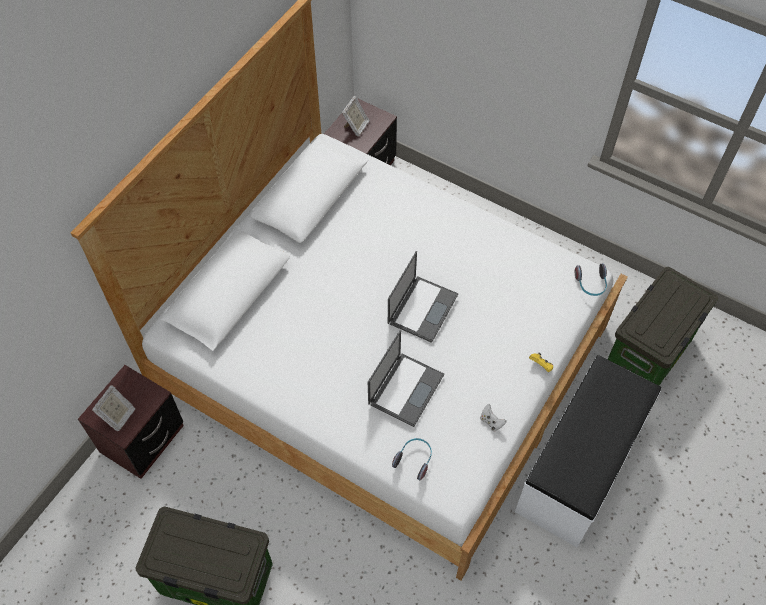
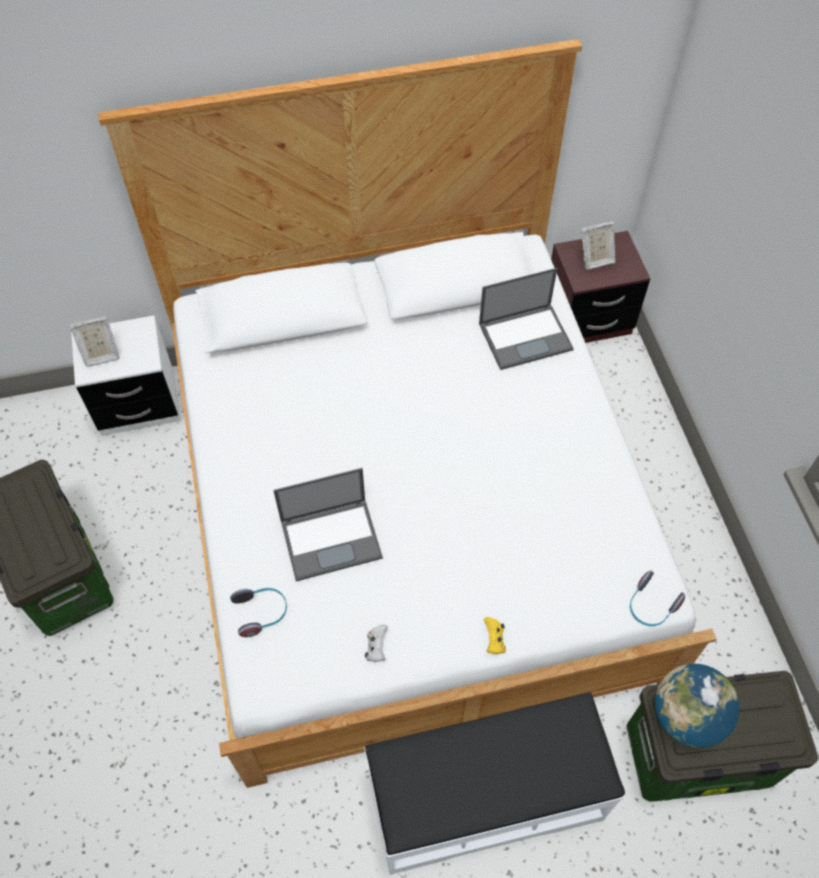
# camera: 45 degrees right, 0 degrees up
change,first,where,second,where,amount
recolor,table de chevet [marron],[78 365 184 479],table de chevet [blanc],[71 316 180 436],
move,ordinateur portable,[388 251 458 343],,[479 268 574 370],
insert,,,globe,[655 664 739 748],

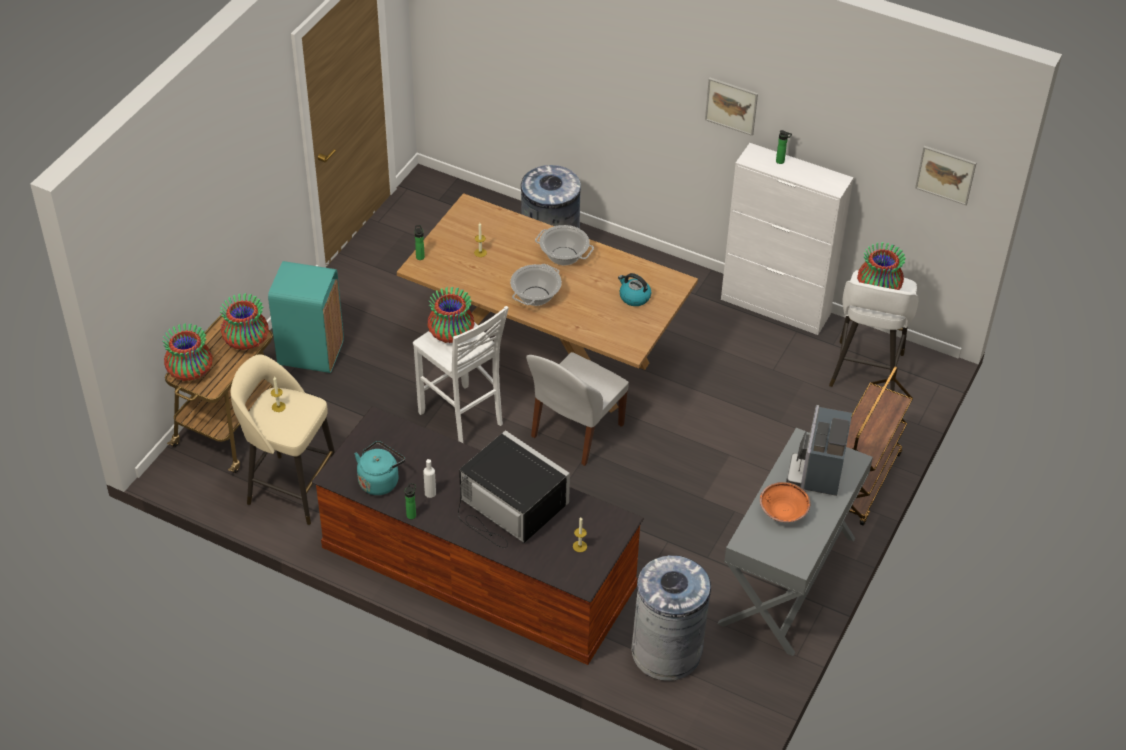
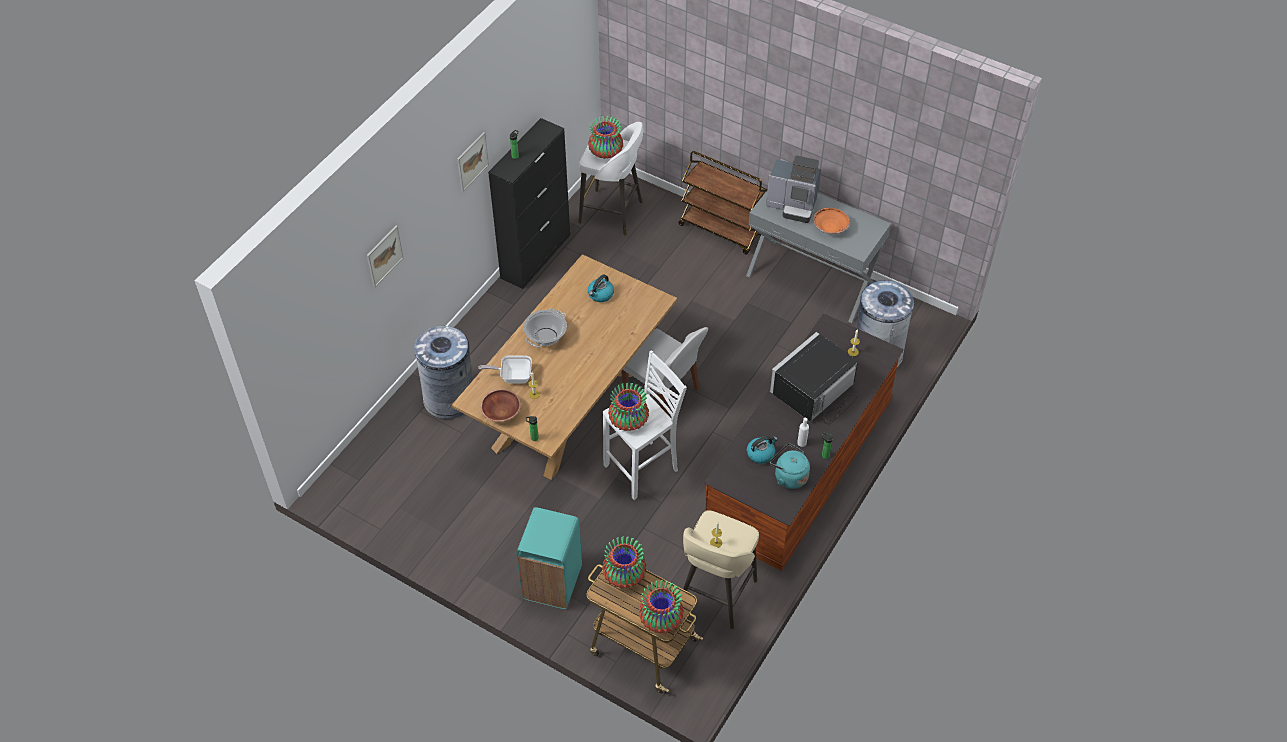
# camera: 85 degrees left, 5 degrees up
change,first,where,second,where,amount
delete,marmite,[510 264 562 306],,,
recolor,meuble de rangement [blanc],[721 143 854 335],meuble de rangement [noir],[488 118 570 289],
move,tableau,[915 146 976 205],,[367 226 403 287],
insert,,,poêle,[478 356 532 384],
insert,,,bol [marron],[481 389 521 422],
insert,,,bouilloire,[747 436 778 464],

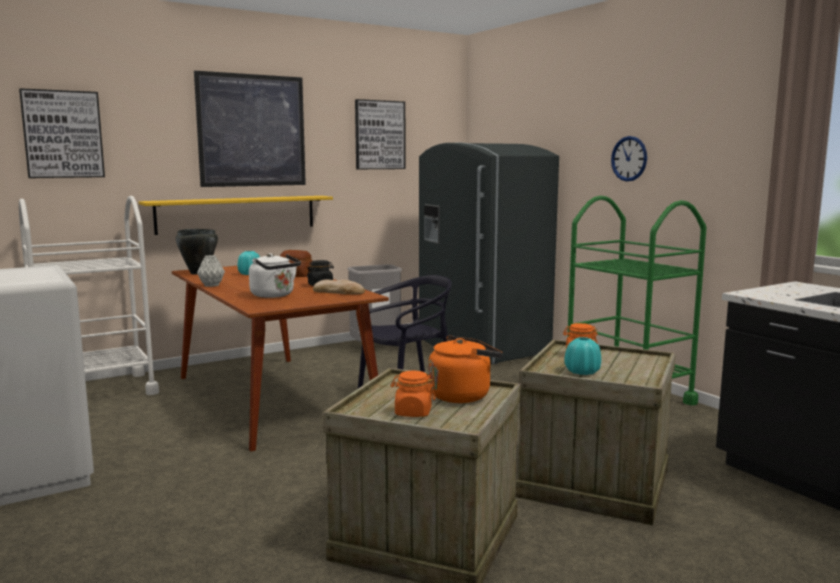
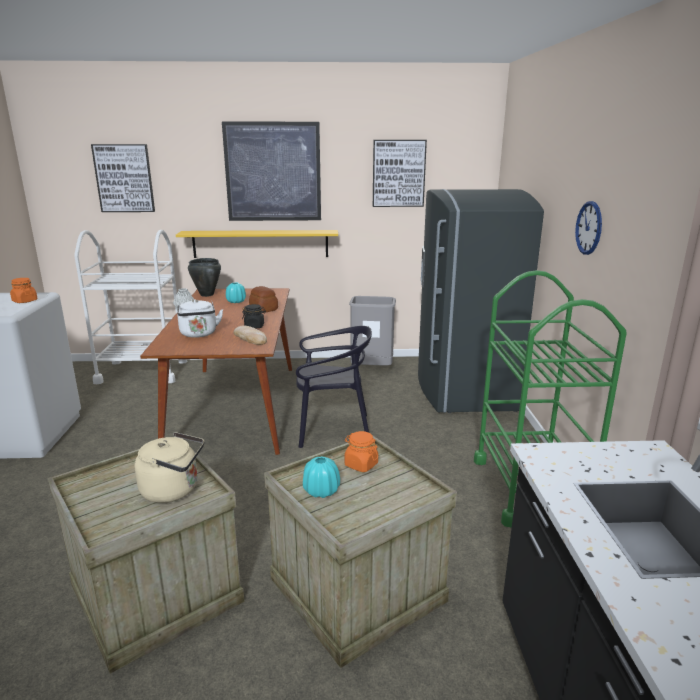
# camera: 30 degrees right, 10 degrees up
change,first,where,second,where,amount
move,bocal [orange],[390 371 436 417],,[10 278 38 303],
recolor,bouilloire [orange],[429 336 503 403],bouilloire [beige],[135 432 204 503],

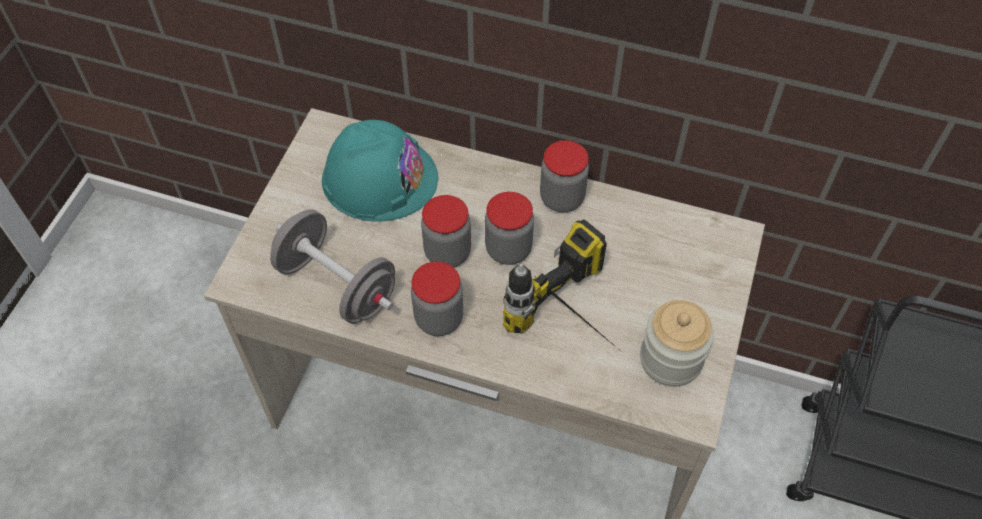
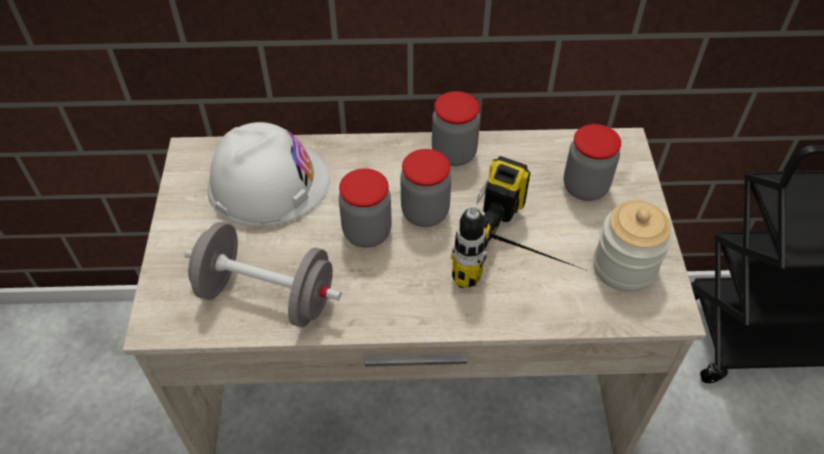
# camera: 20 degrees left, 5 degrees down
change,first,where,second,where,amount
recolor,casque de chantier [turquoise],[322 120 438 222],casque de chantier [blanc],[208 122 330 226],
move,bocal,[411 261 463 336],,[563 124 621 201],

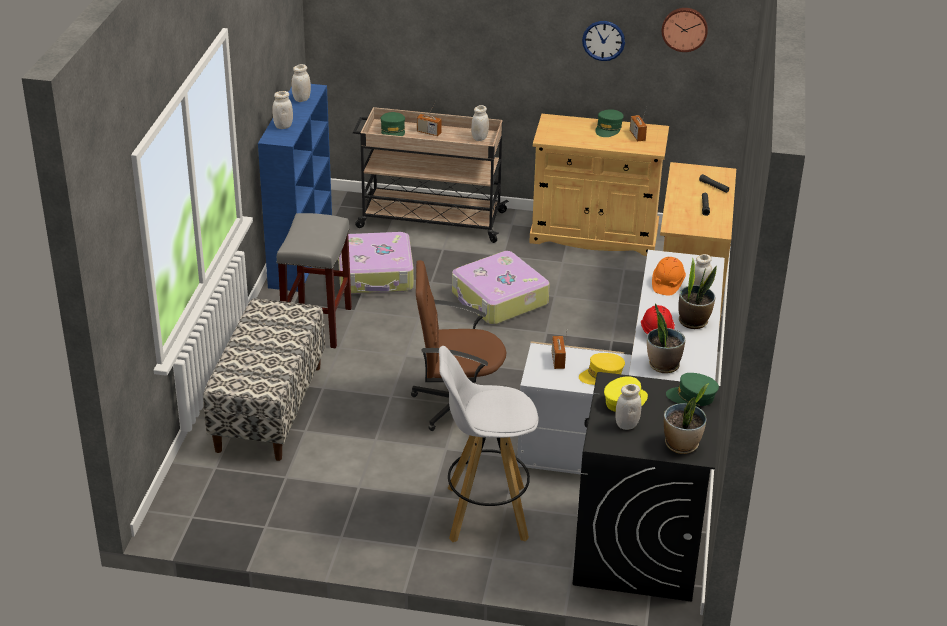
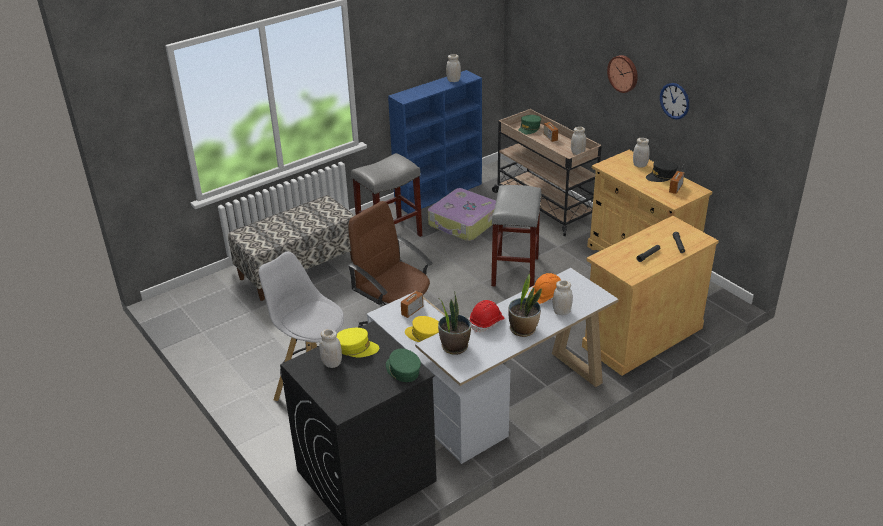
# camera: 45 degrees right, 0 degrees up
change,first,where,second,where,amount
move,bocal [blanc],[272 91 293 129],,[633 138 650 168],
replace,valise,[452 251 550 325],tabouret [gris],[491 185 542 287],
recolor,casquette [vert],[595 109 624 137],casquette [noir],[646 161 678 182],
move,horloge murale,[662 8 708 52],,[607 55 638 93],
delete,plante en pot,[664 383 709 454],,,

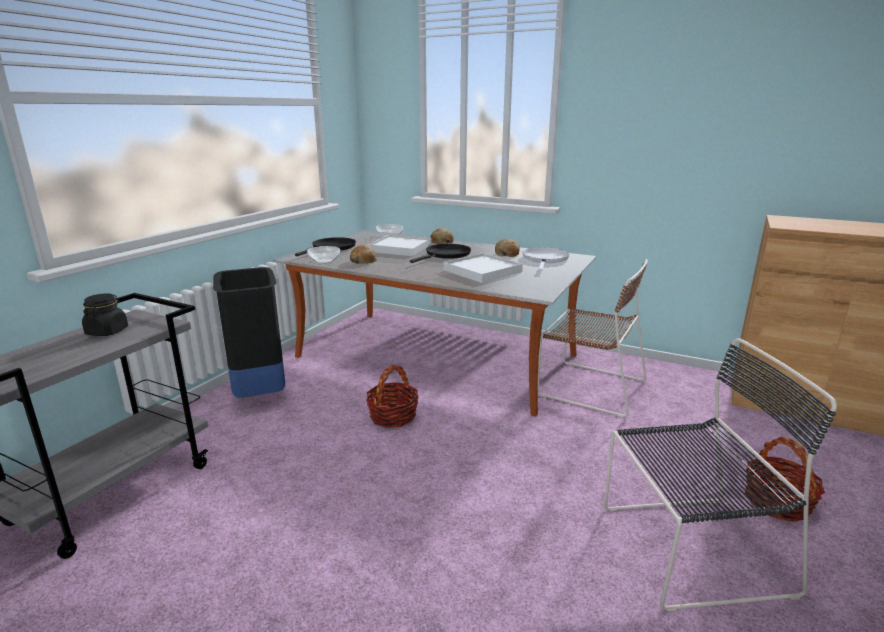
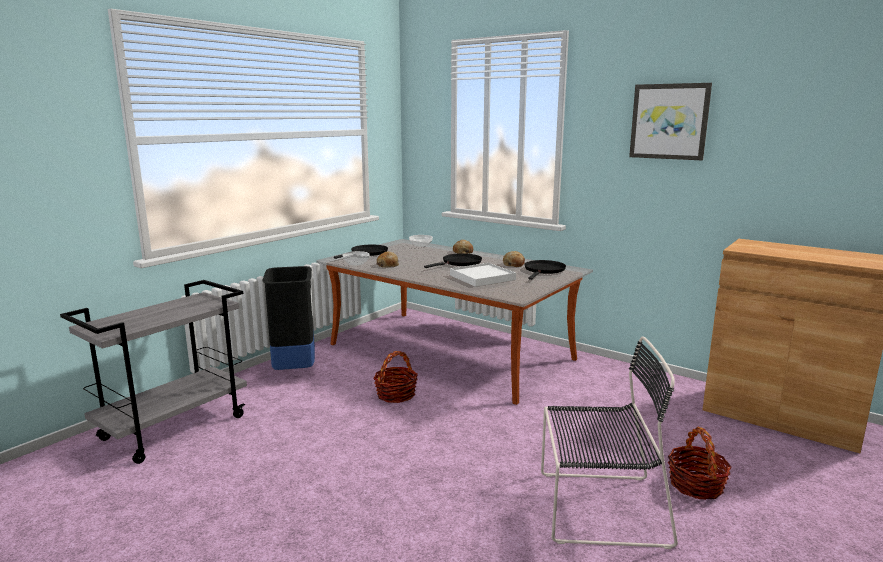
# camera: 10 degrees right, 5 degrees down
change,first,where,second,where,amount
delete,bocal [noir],[82 293 128 336],,,
delete,plateau [blanc],[368 235 432 256],,,
recolor,poêle [blanc],[522 248 570 271],poêle [noir],[524 260 566 280],
delete,chaise [marron],[538 259 648 418],,,
insert,,,tableau,[629 83 712 160],

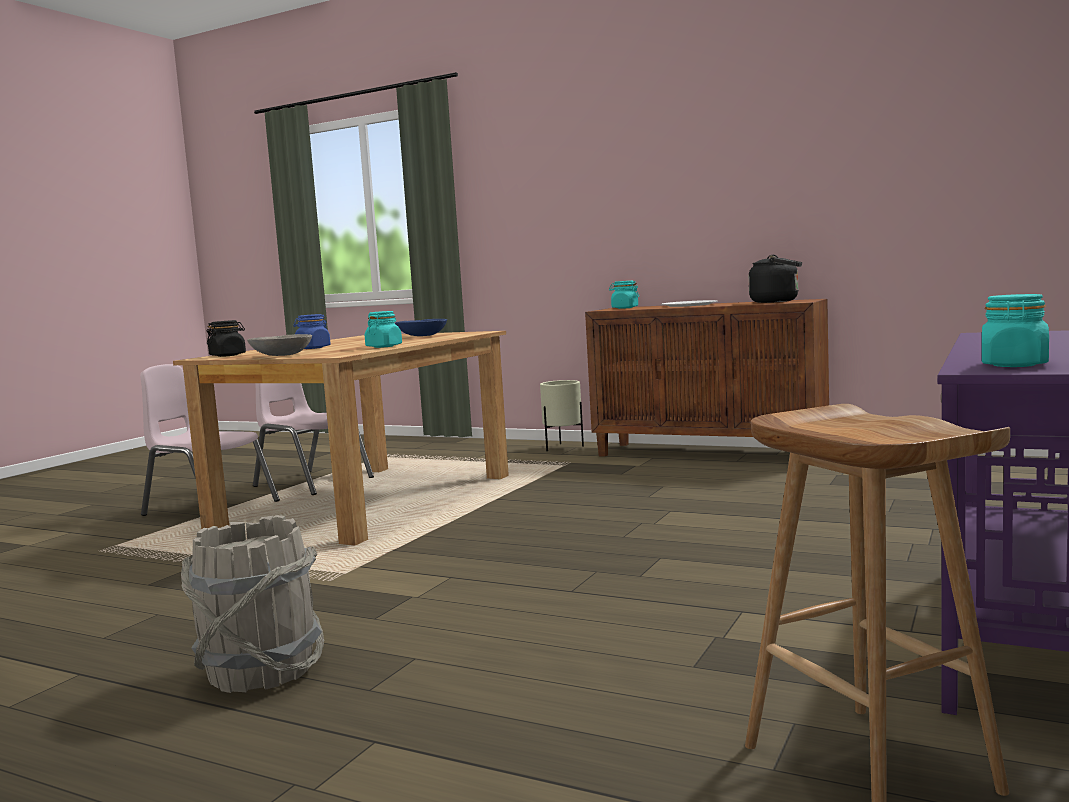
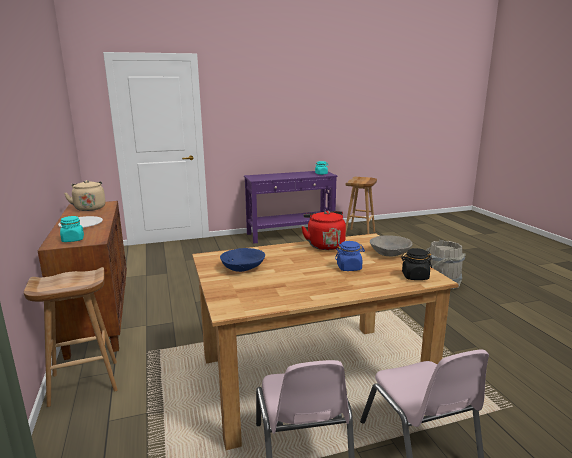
# camera: 135 degrees left, 10 degrees up
change,first,where,second,where,amount
replace,bocal [turquoise],[365 311 402 348],bouilloire [rouge],[301 211 346 250],
replace,cache-pot [beige],[540 380 584 451],tabouret [marron],[24 267 118 407],
recolor,bouilloire [noir],[749 255 802 303],bouilloire [beige],[64 180 105 211],

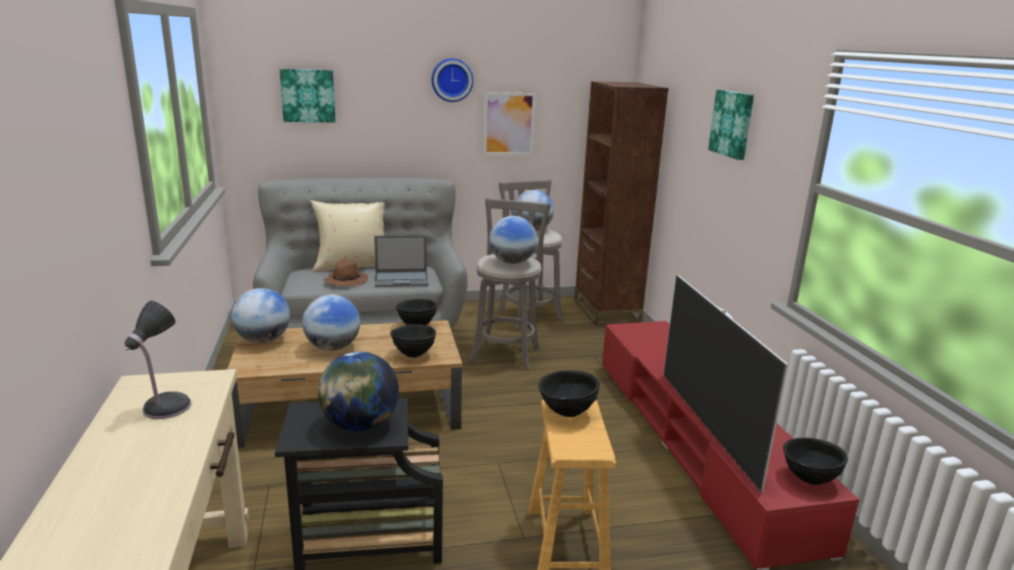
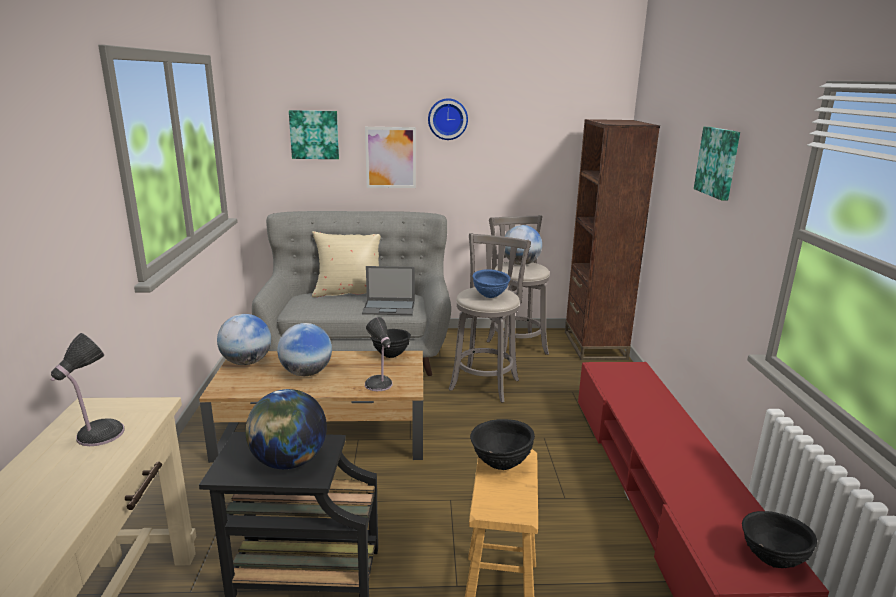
# camera: 10 degrees right, 0 degrees up
change,first,where,second,where,amount
delete,chapeau [marron],[324 259 368 286],,,
replace,bol [noir],[390 324 436 358],lampe de table,[365 317 393 391],
move,tableau,[483 92 536 155],,[365 127 416 188],
replace,globe,[489 216 537 264],bol [bleu],[472 269 510 298],
delete,téléviseur,[663 275 788 492],,,

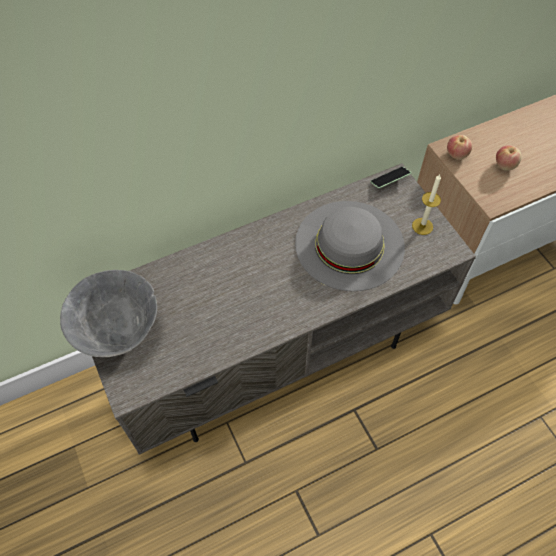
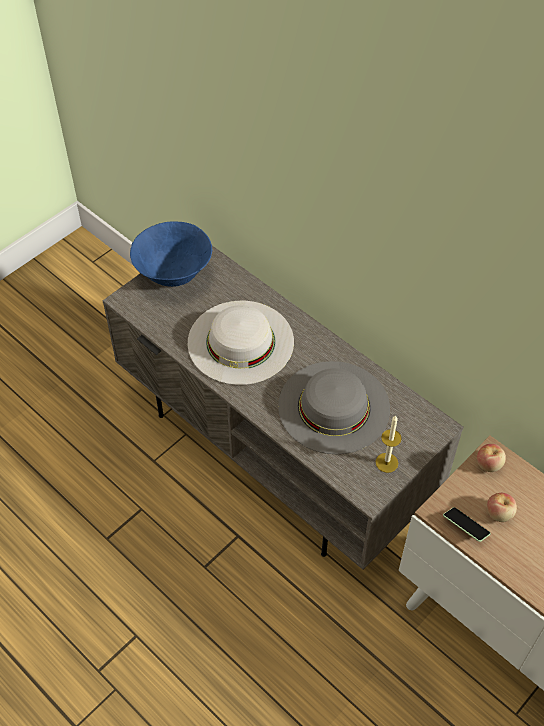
# camera: 70 degrees right, 5 degrees down
change,first,where,second,where,amount
recolor,bol [gris],[60 270 157 357],bol [bleu],[130 222 212 287],
move,téléphone,[370 167 411 188],,[443 507 491 542],
insert,,,chapeau [blanc],[188 301 294 385],

